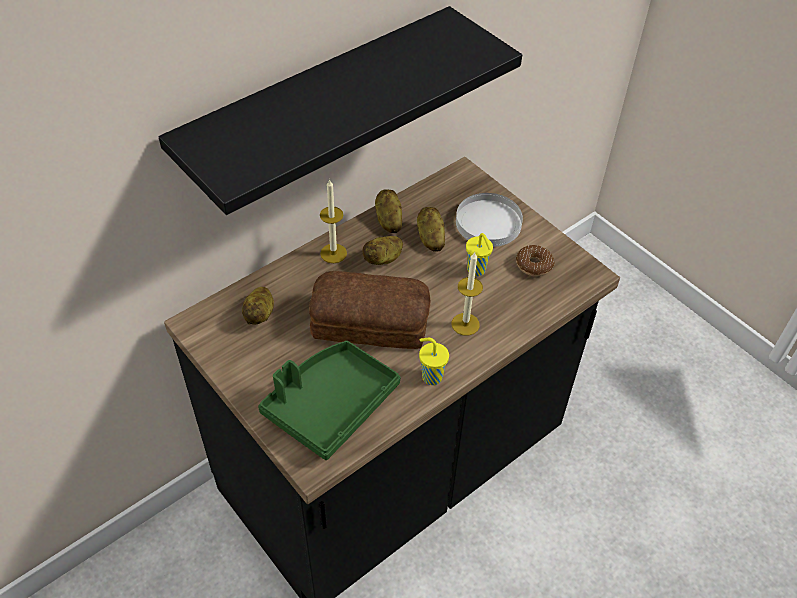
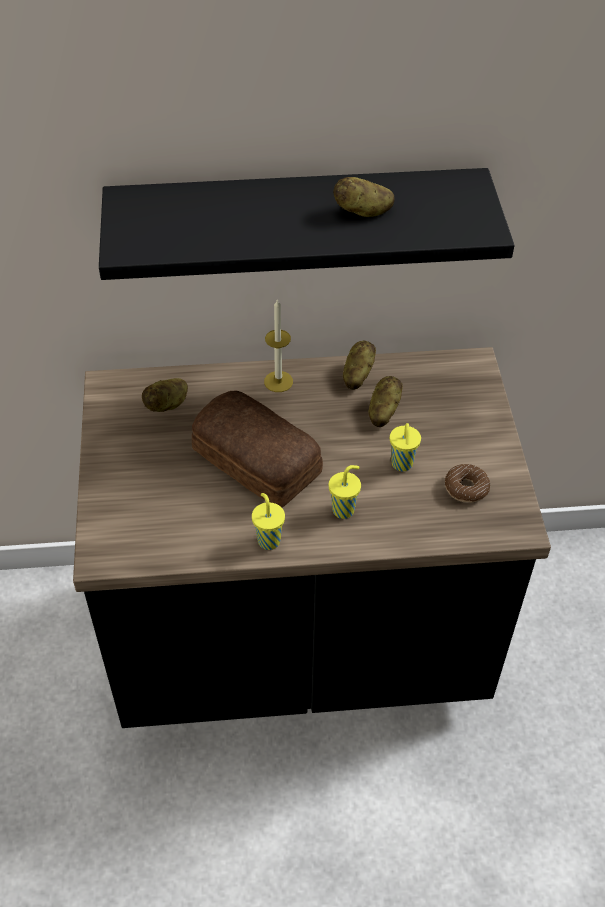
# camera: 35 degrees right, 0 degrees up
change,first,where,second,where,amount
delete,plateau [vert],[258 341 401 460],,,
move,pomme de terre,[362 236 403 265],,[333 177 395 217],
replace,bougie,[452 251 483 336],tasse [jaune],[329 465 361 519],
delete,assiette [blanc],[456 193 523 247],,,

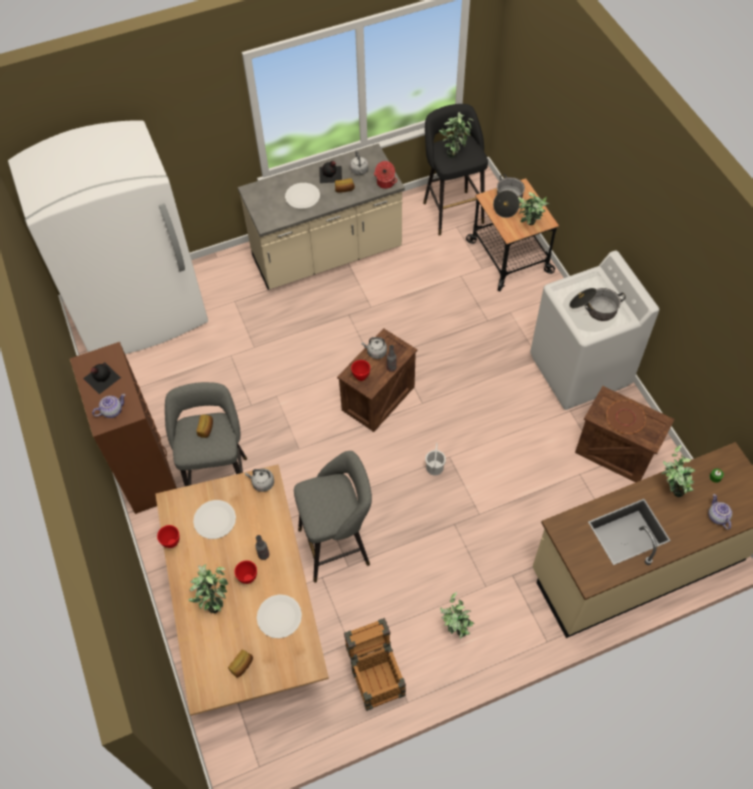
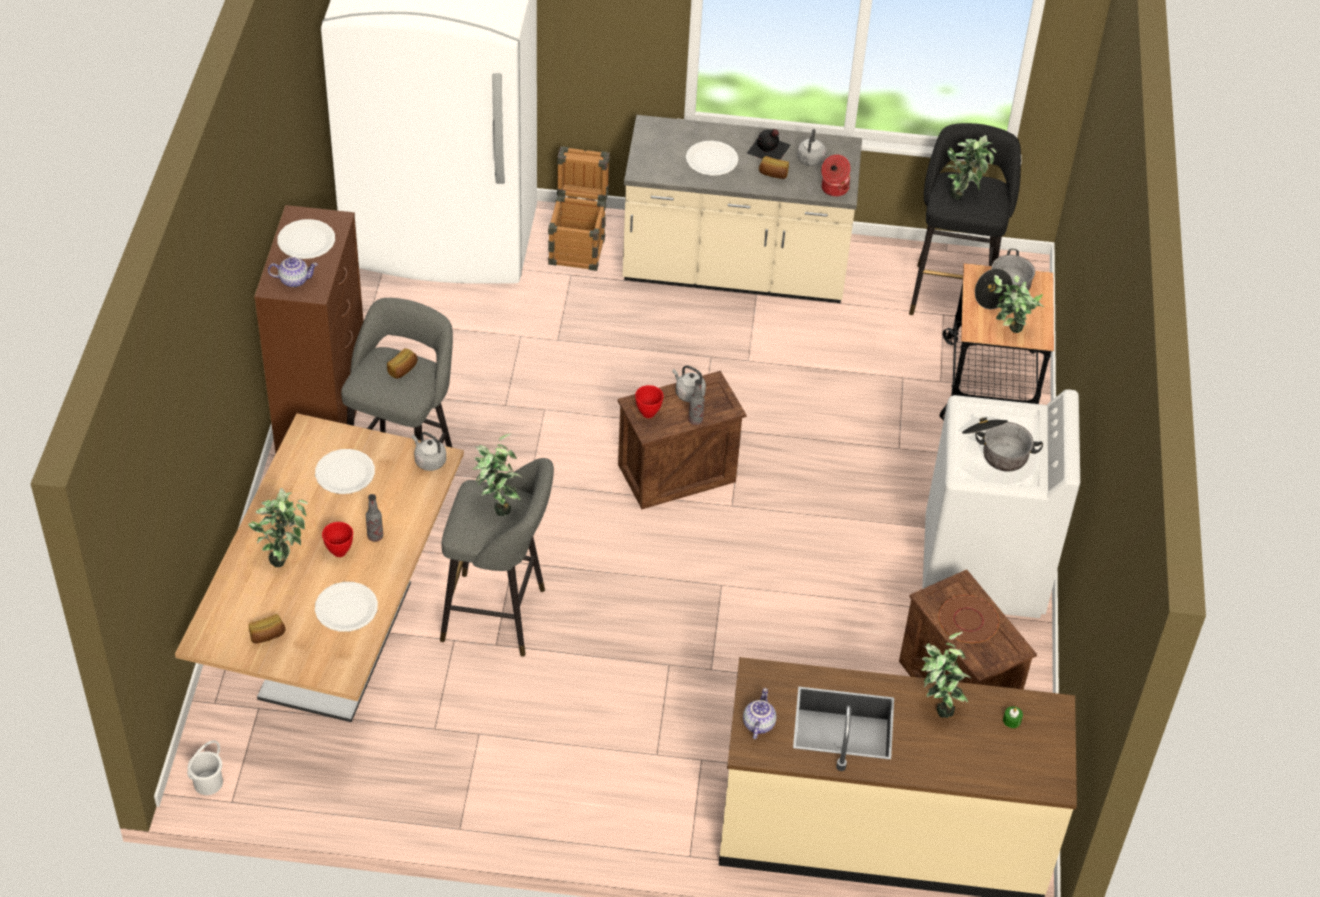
# camera: 25 degrees right, 10 degrees down
change,first,where,second,where,amount
replace,bouteille [noir],[83 362 121 394],assiette [blanc],[277 219 335 259],
delete,bol [rouge],[157 525 180 548],,,
move,caisse,[344 618 406 711],,[548 146 610 271],
move,seau [blanc],[425 443 446 475],,[187 740 223 795],
move,plante en pot,[440 592 474 639],,[473 433 522 516],
move,théière,[708 494 732 530],,[743 688 776 739],

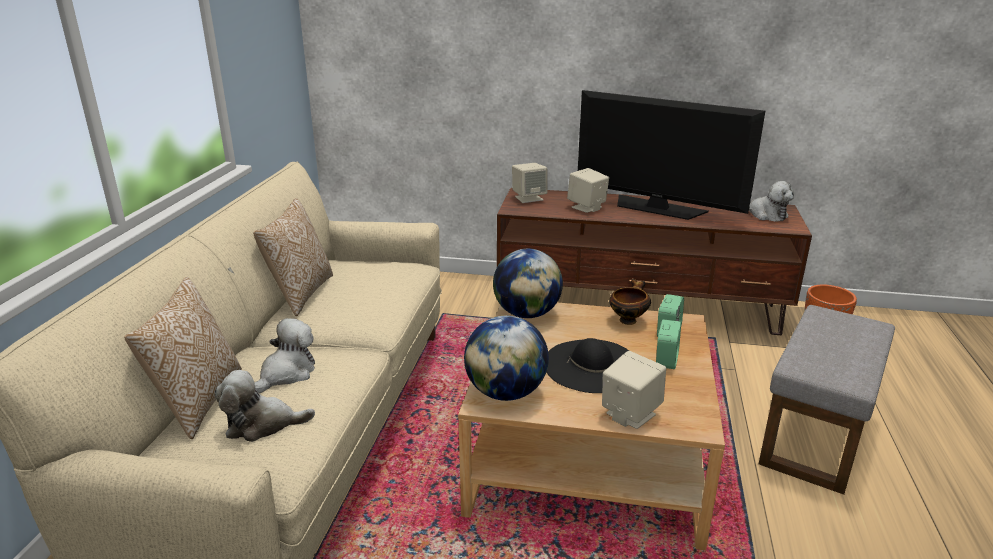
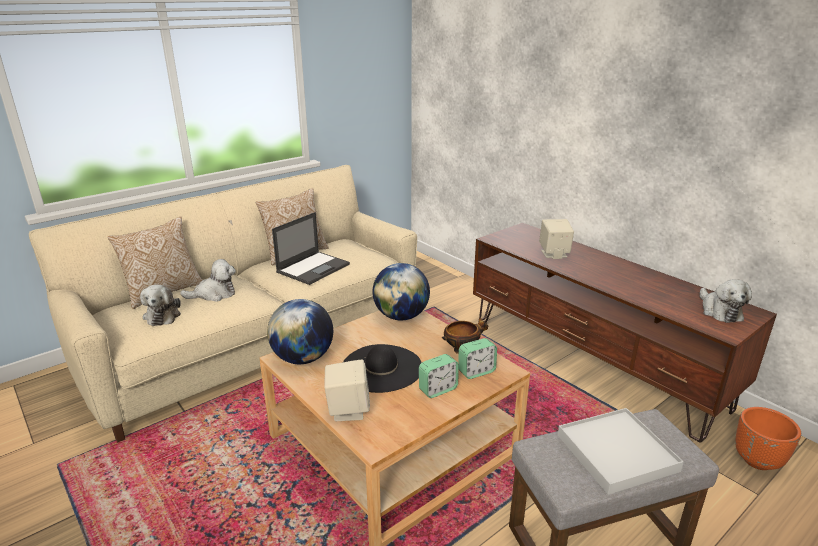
# camera: 40 degrees right, 0 degrees up
change,first,where,second,where,amount
rotate,peluche,[215 370 315 442],,[140 285 181 326],135 degrees counterclockwise
delete,enceinte [beige],[512 163 547 203],,,
delete,téléviseur,[578 90 765 220],,,
insert,,,ordinateur portable,[272 212 350 285],
insert,,,plateau [blanc],[558 408 684 495],

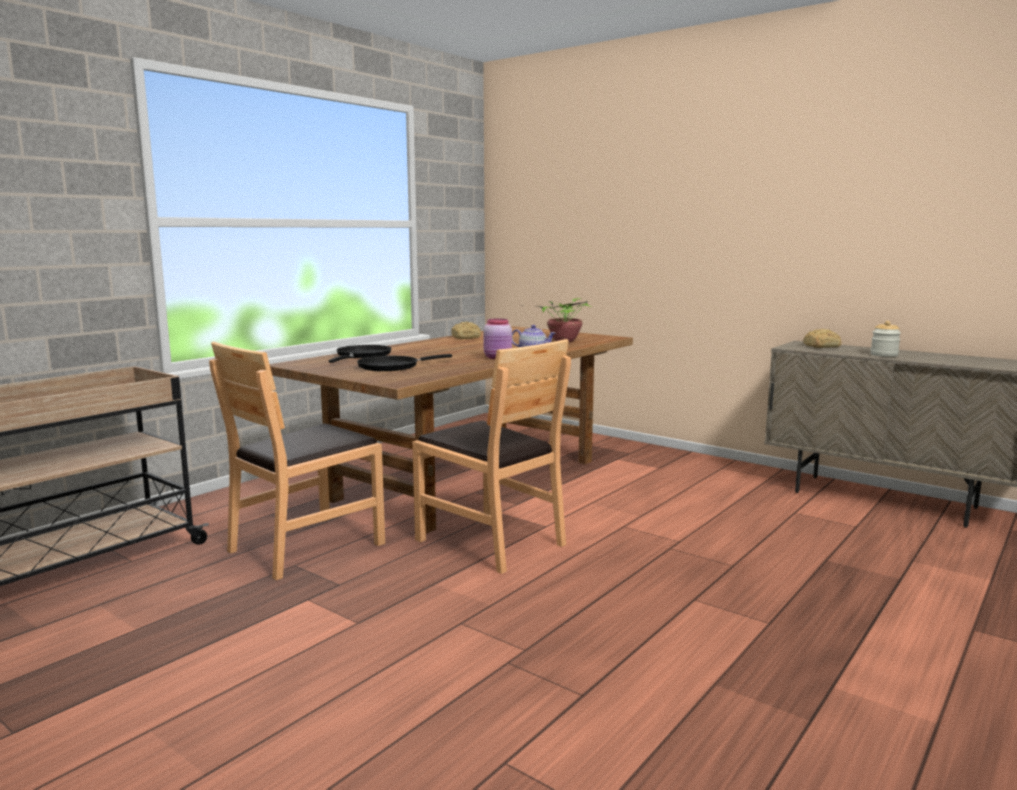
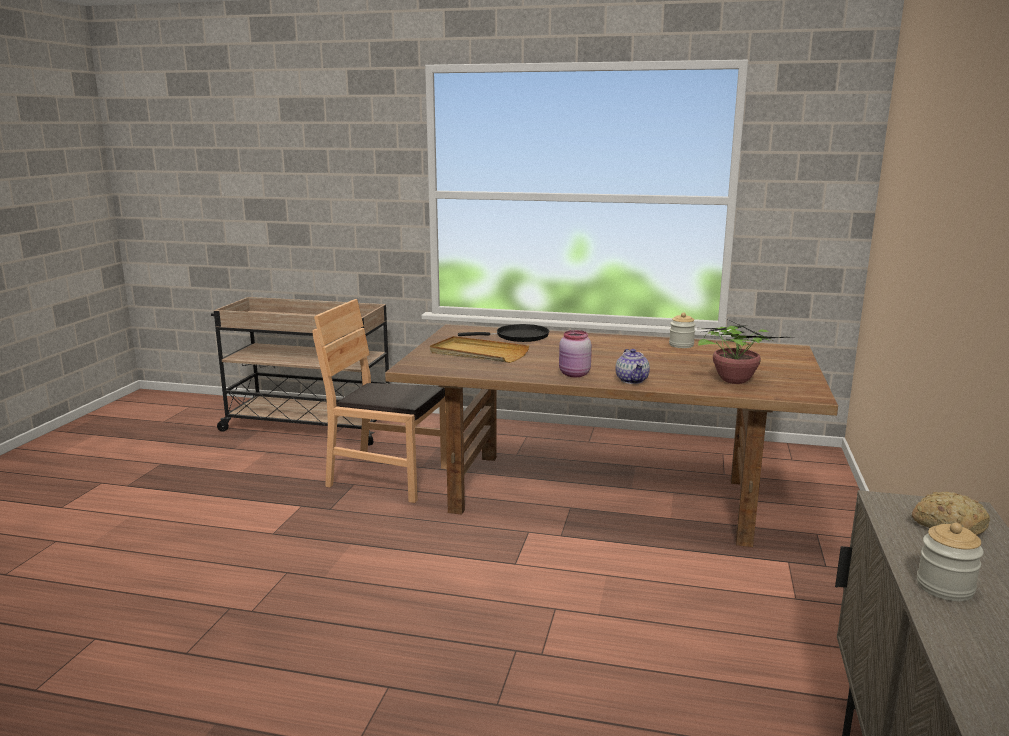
# camera: 65 degrees right, 5 degrees up
change,first,where,second,where,amount
replace,poêle [noir],[357 354 452 371],plateau [beige],[430 336 529 363],
delete,chaise [marron],[412 339 571 574],,,
replace,pain,[451 322 481 339],bocal,[669 313 696 348],

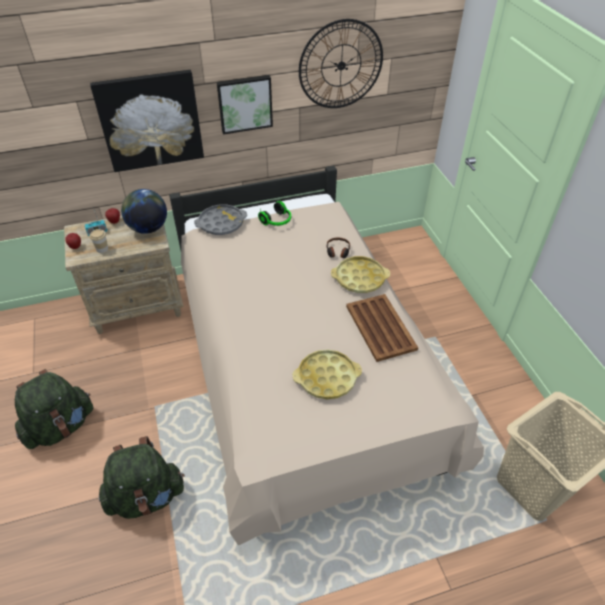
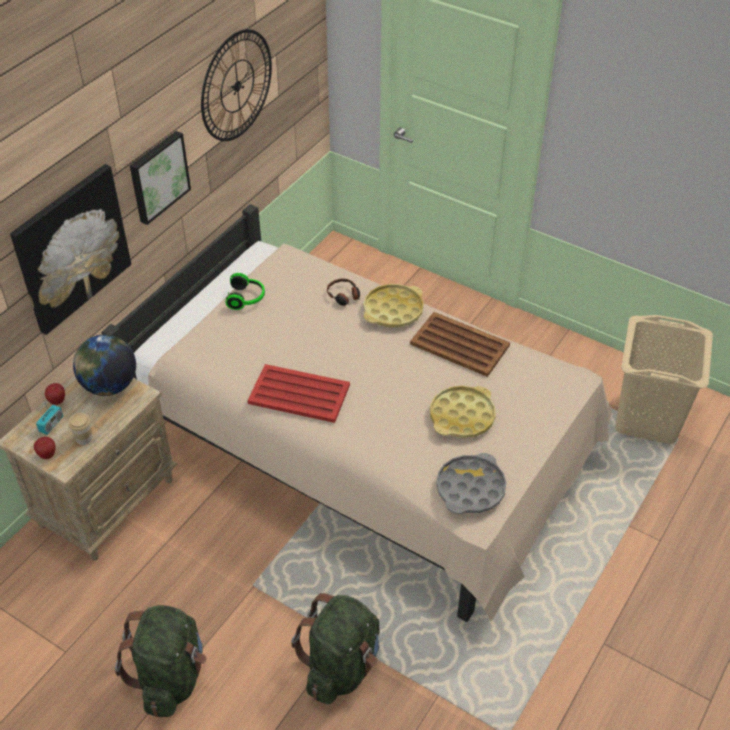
# camera: 40 degrees left, 0 degrees up
change,first,where,second,where,amount
move,plateau [gris],[194 204 247 235],,[436 453 506 514],
insert,,,plateau [rouge],[247 364 350 423],

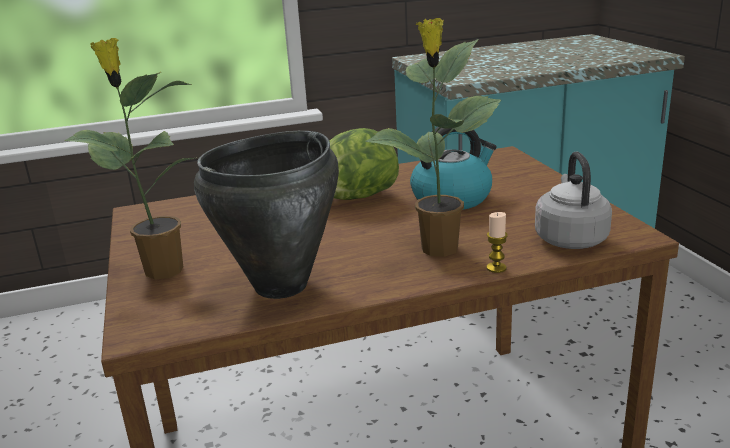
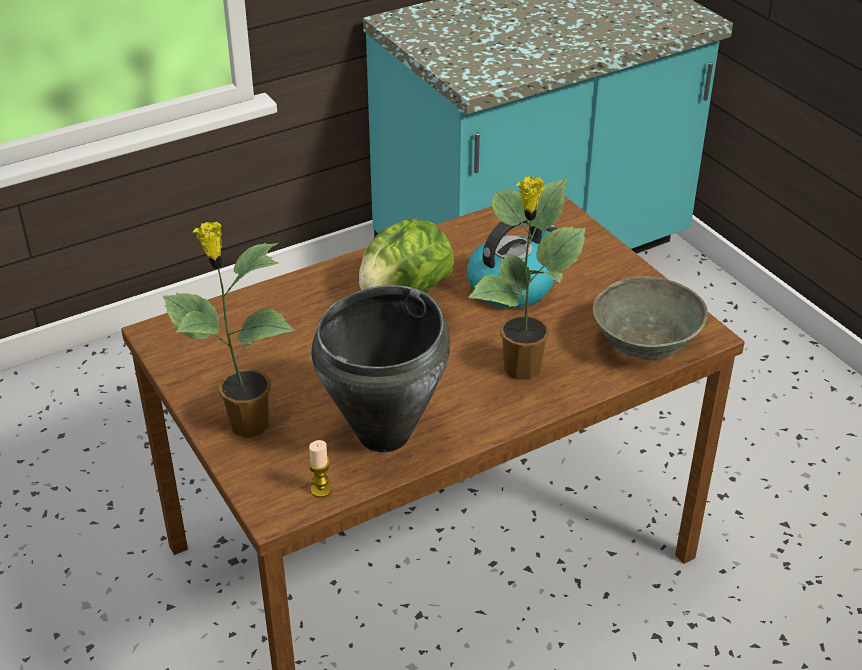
# camera: 15 degrees left, 15 degrees up
change,first,where,second,where,amount
move,bougie,[487 212 508 273],,[308 440 332 498],
replace,bouilloire [gris],[535 152 612 249],bol [gris],[593 276 708 361],

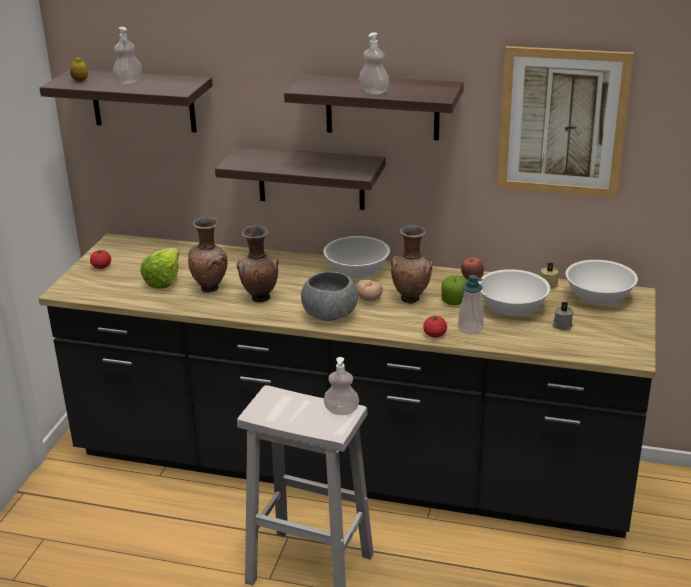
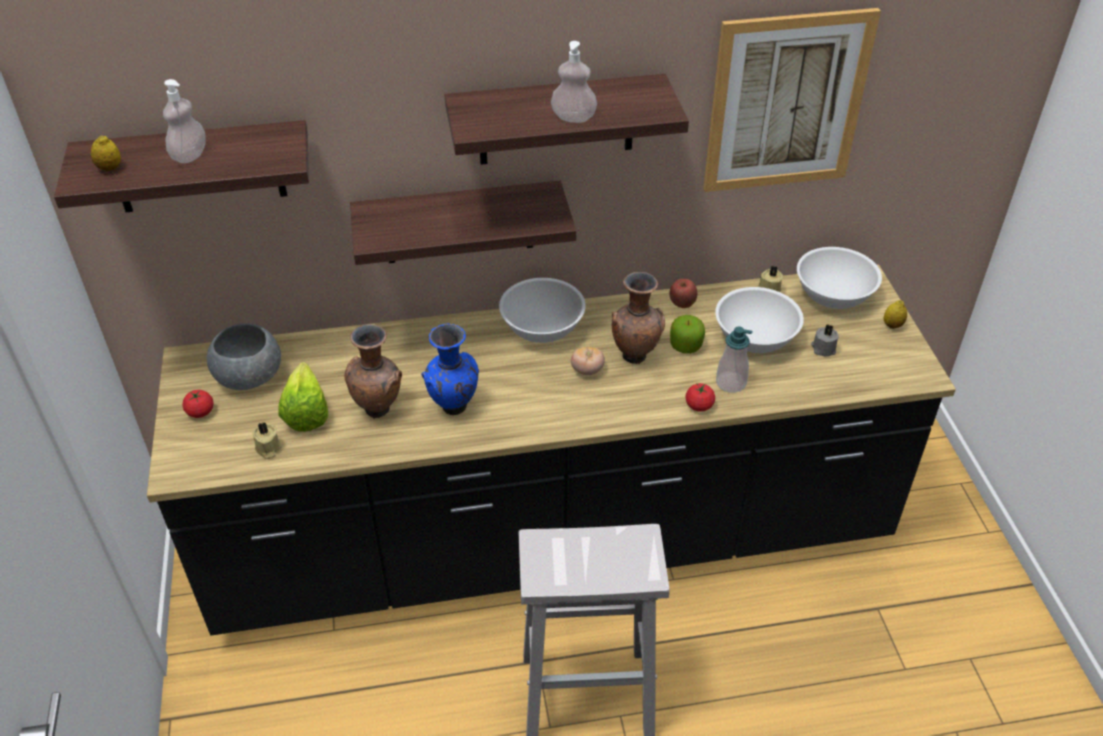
# camera: 25 degrees left, 15 degrees up
change,first,where,second,where,amount
recolor,vase [marron],[237 226 278 302],vase [bleu],[421 324 479 415],
move,bol [gris],[301 272 358 321],,[207 323 281 390],
delete,distributeur de savon,[324 357 359 415],,,
insert,,,bougie [beige],[253 422 282 459],
insert,,,citron,[884 300 907 329],

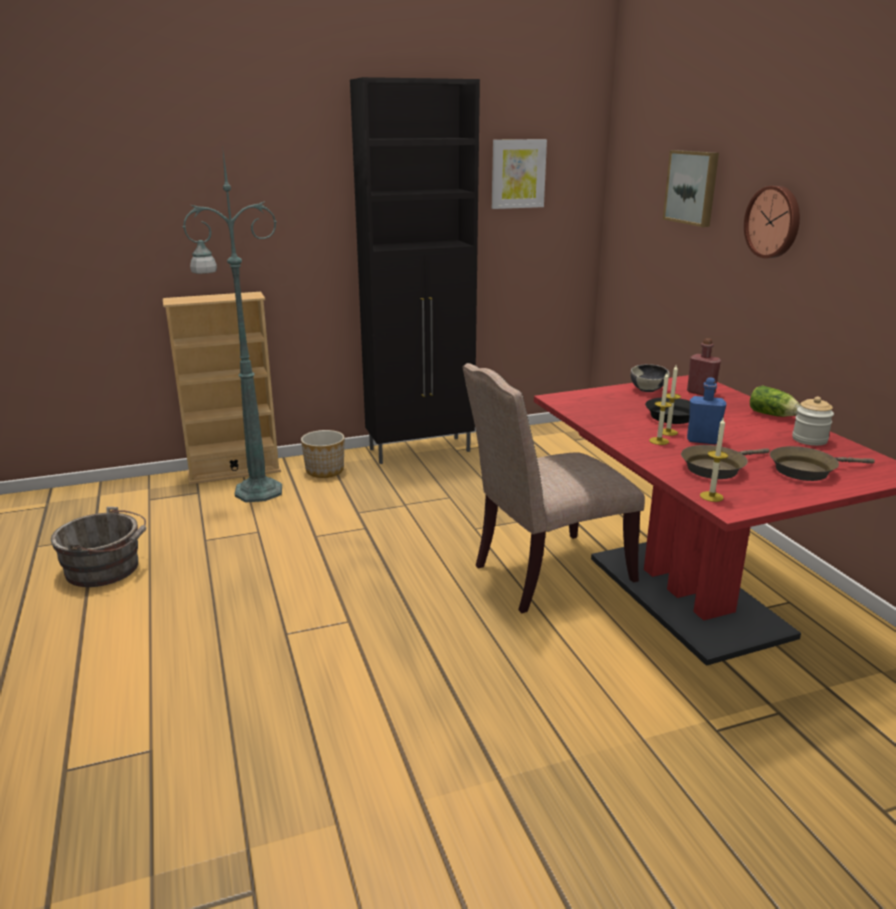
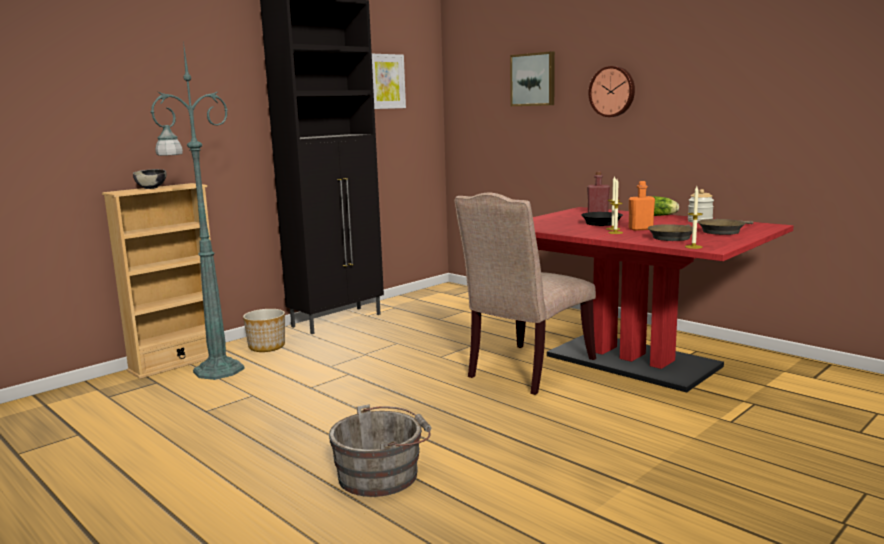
# camera: 25 degrees left, 10 degrees down
change,first,where,second,where,amount
move,seau [gris],[51 507 146 587],,[329 404 432 497],
move,bol,[631 364 670 392],,[133 169 166 189],
recolor,bouteille [bleu],[687 378 726 444],bouteille [orange],[629 181 655 231],

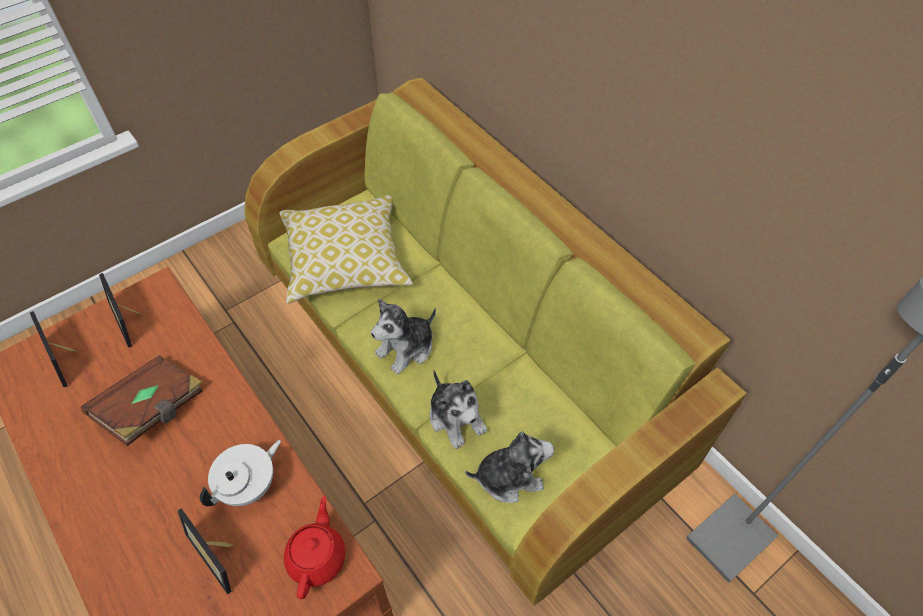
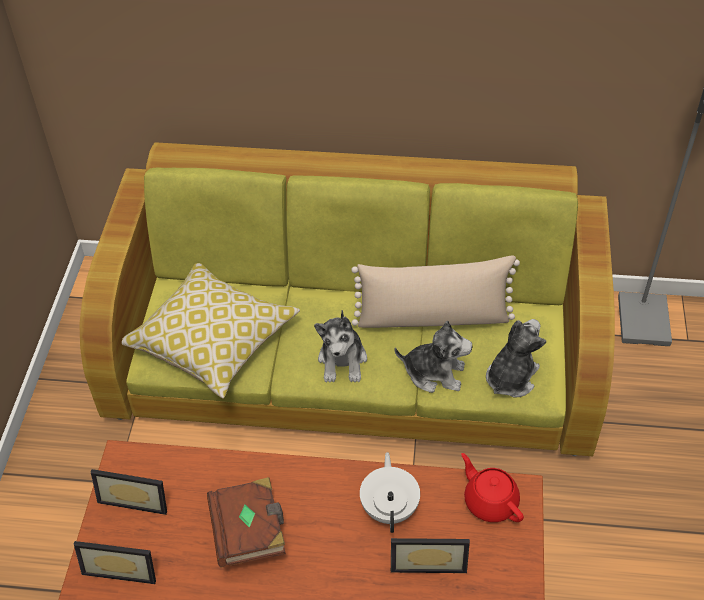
# camera: 45 degrees left, 5 degrees down
change,first,where,second,where,amount
insert,,,coussin [beige],[351 255 520 328],

